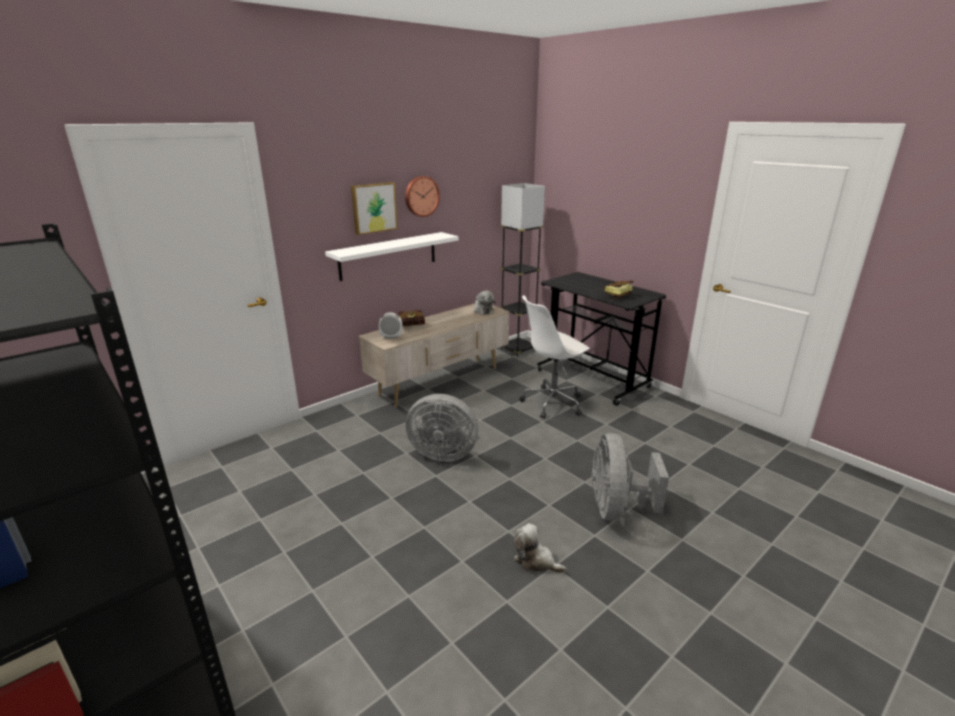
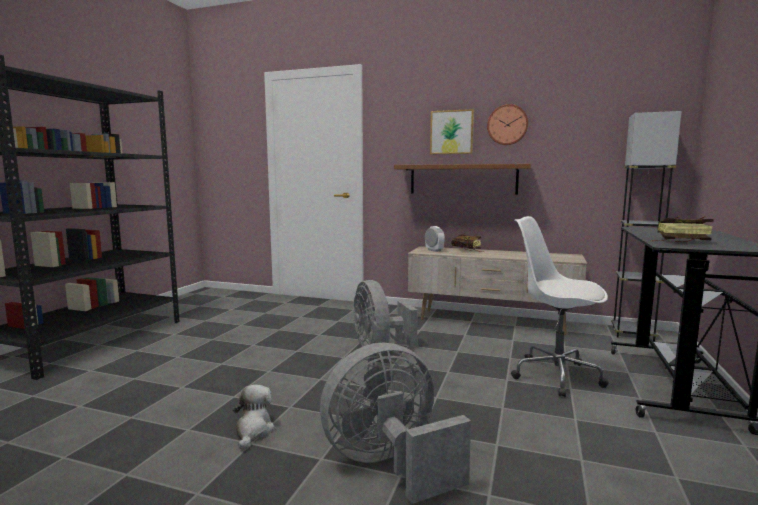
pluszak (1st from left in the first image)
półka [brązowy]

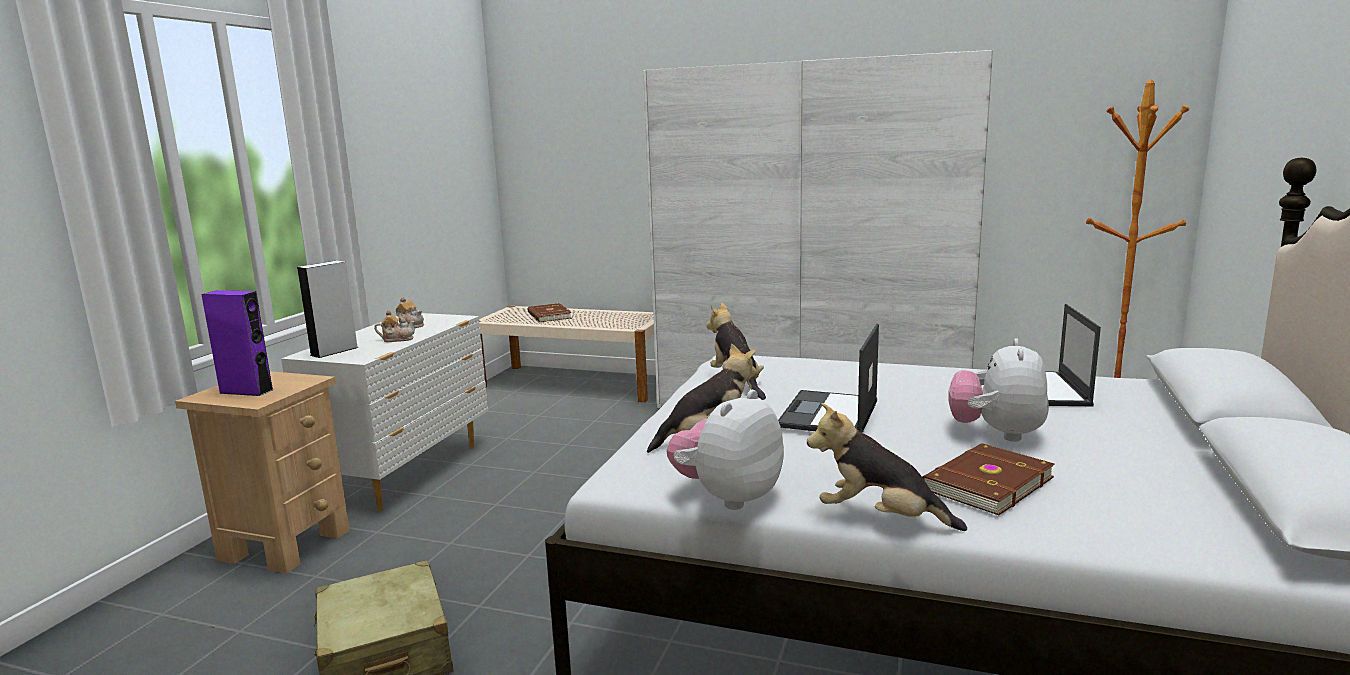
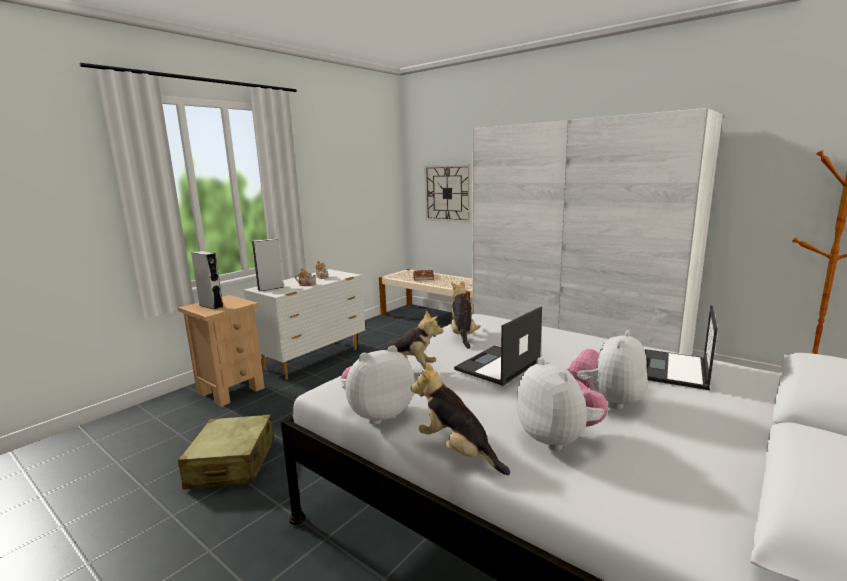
zegar ścienny
pluszak (5th from left)
głośnik [szary] (1st from left)

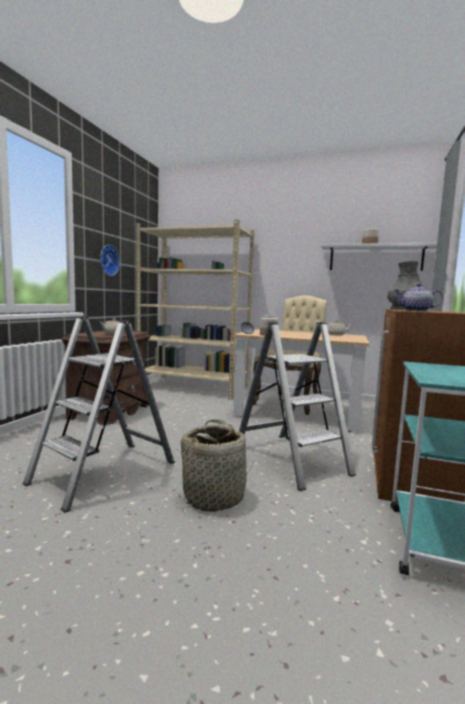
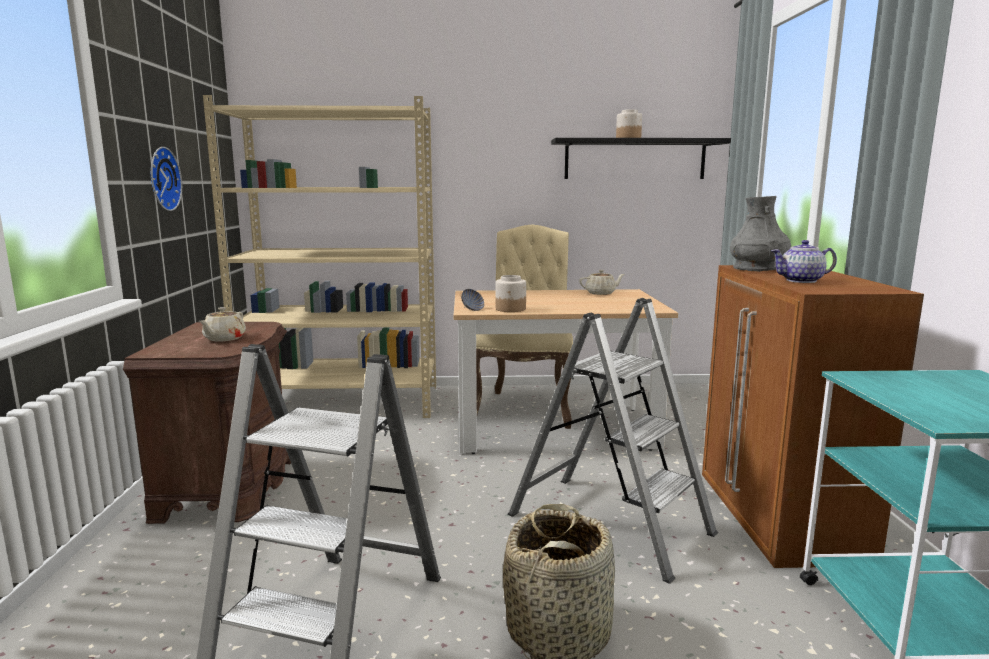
półka [czarny]

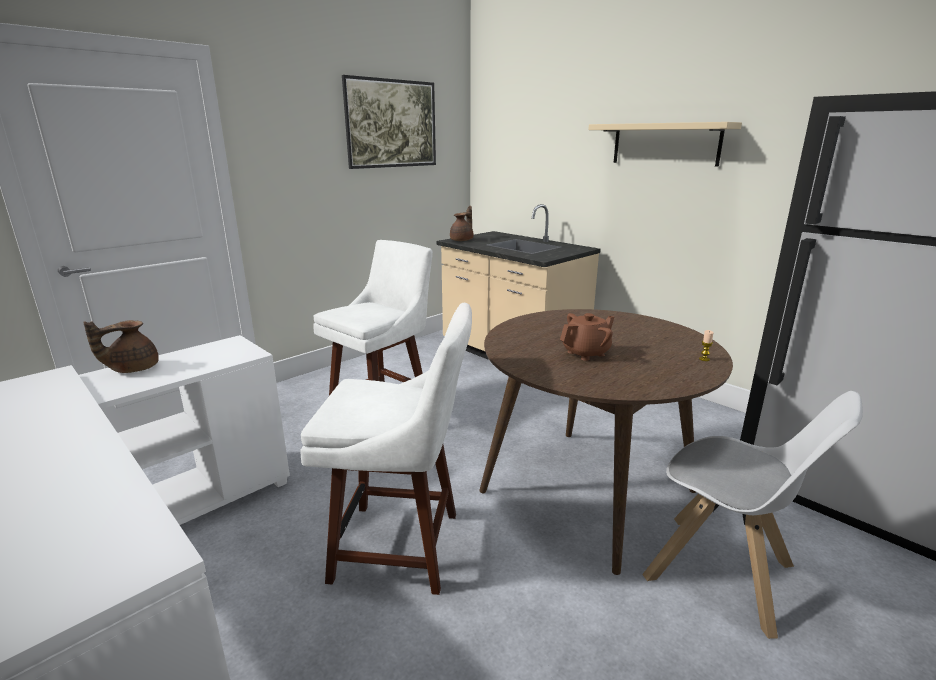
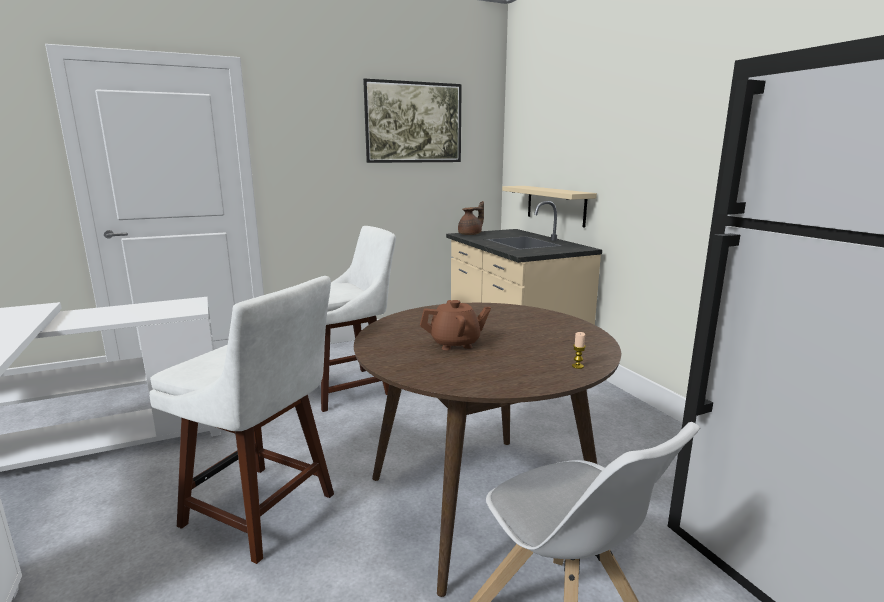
imbryk [brązowy] (1st from left in the first image)
półka [beżowy]

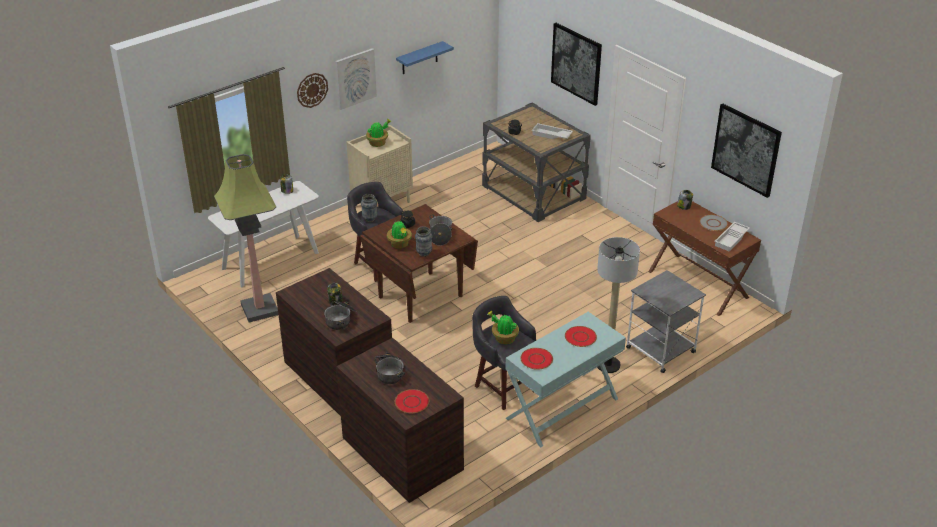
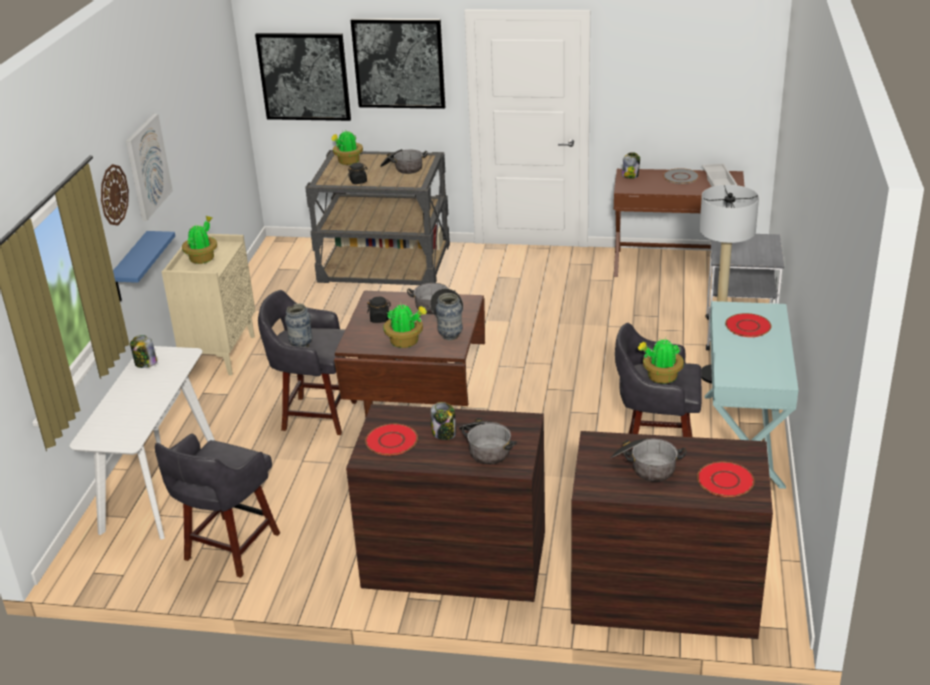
roślina doniczkowa (2nd from left)
półka [niebieski]
talerz [czerwony] (1st from left)
obraz (2nd from left)
stołek [szary] (1st from left)
garnek (1st from left)

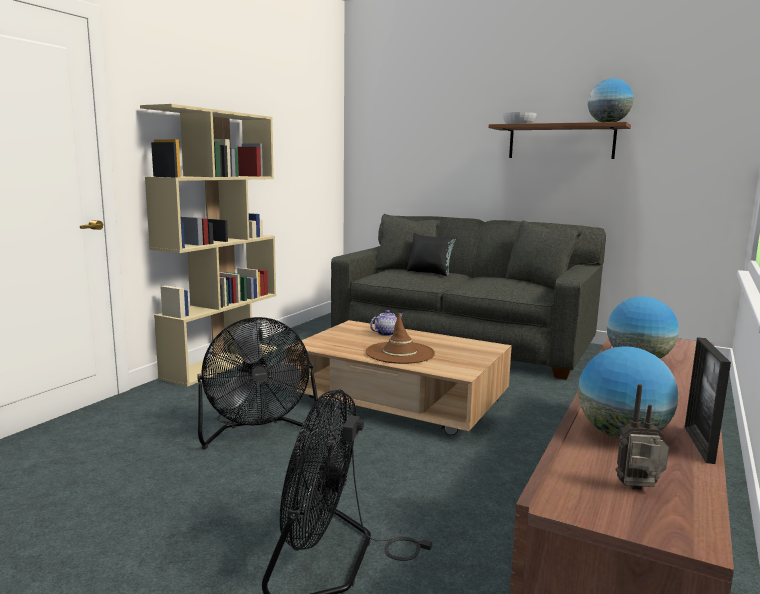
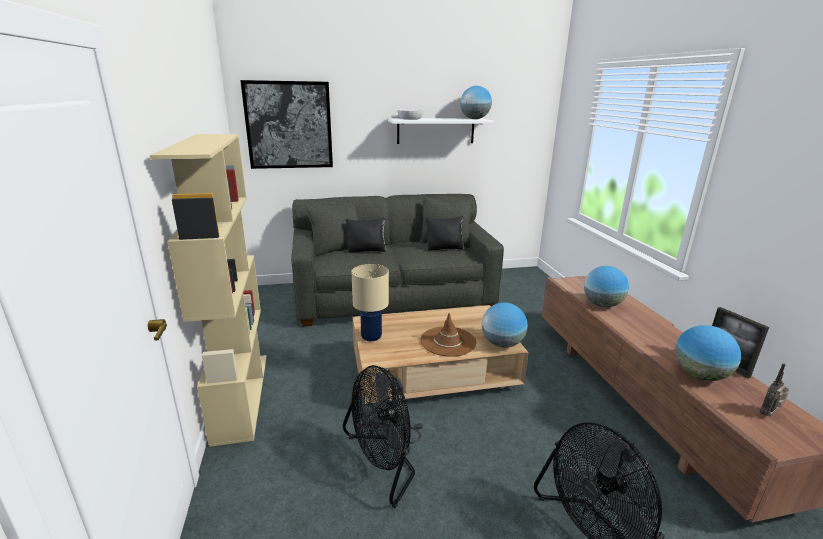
imbryk
obraz
lampa stołowa [beżowy]
poduszka [czarny] (2nd from left)
globus (2nd from left)
półka [biały]
wentylator [czarny] (1st from left)

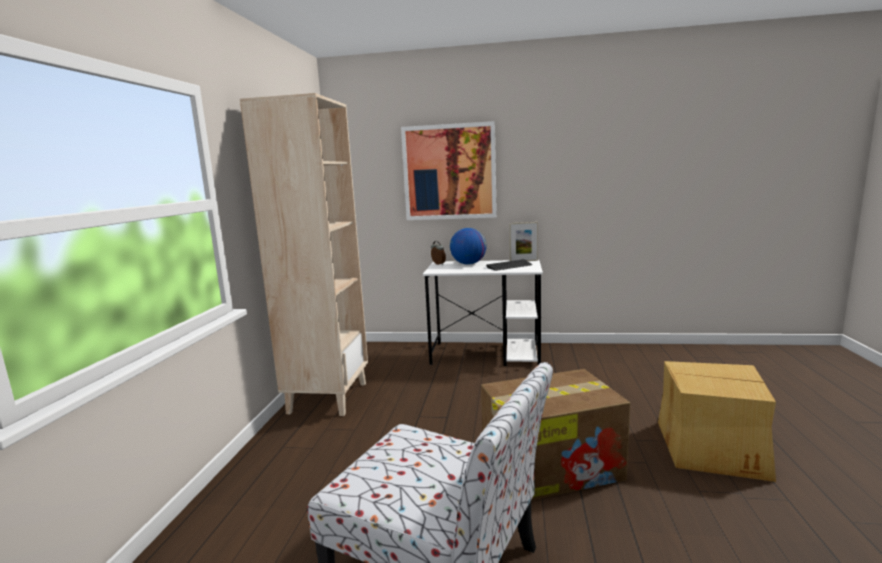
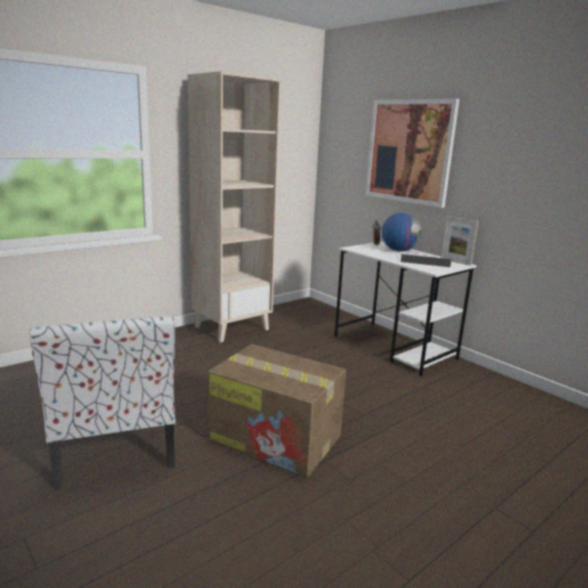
karton (2nd from left in the first image)

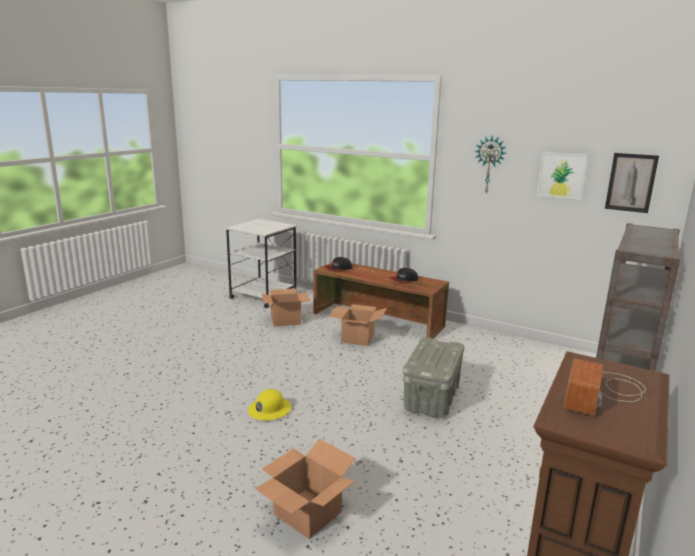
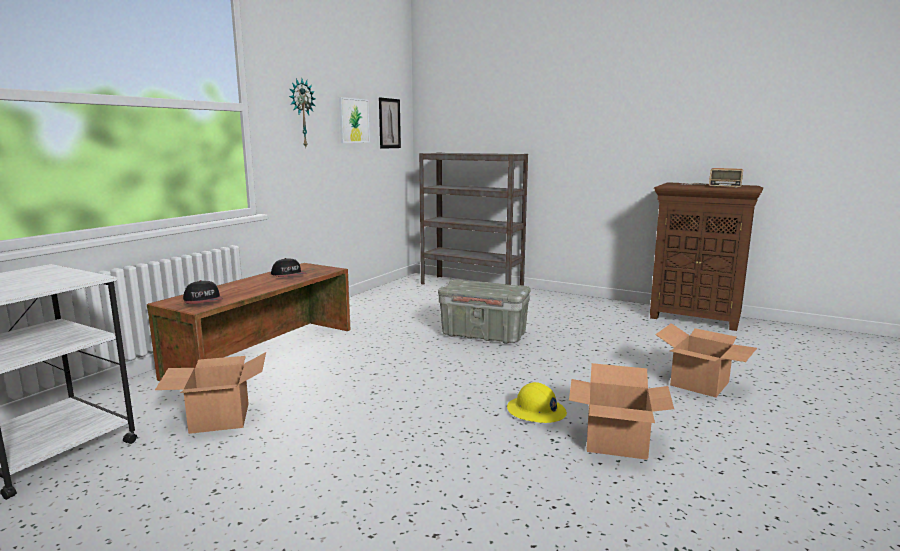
karton (2nd from left)

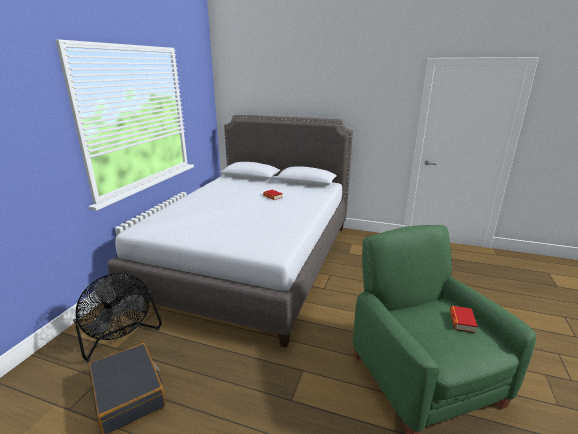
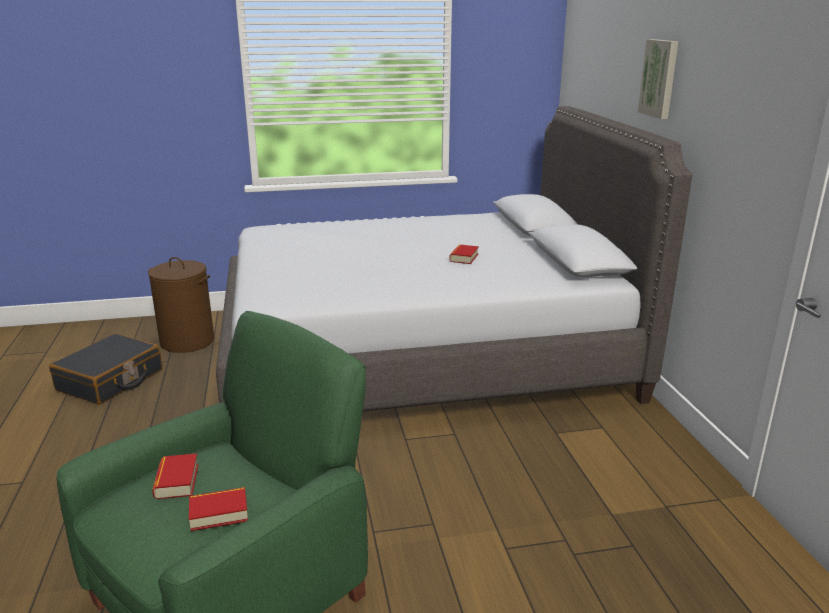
książka (1st from left)
obraz
kosz na pranie [brązowy]

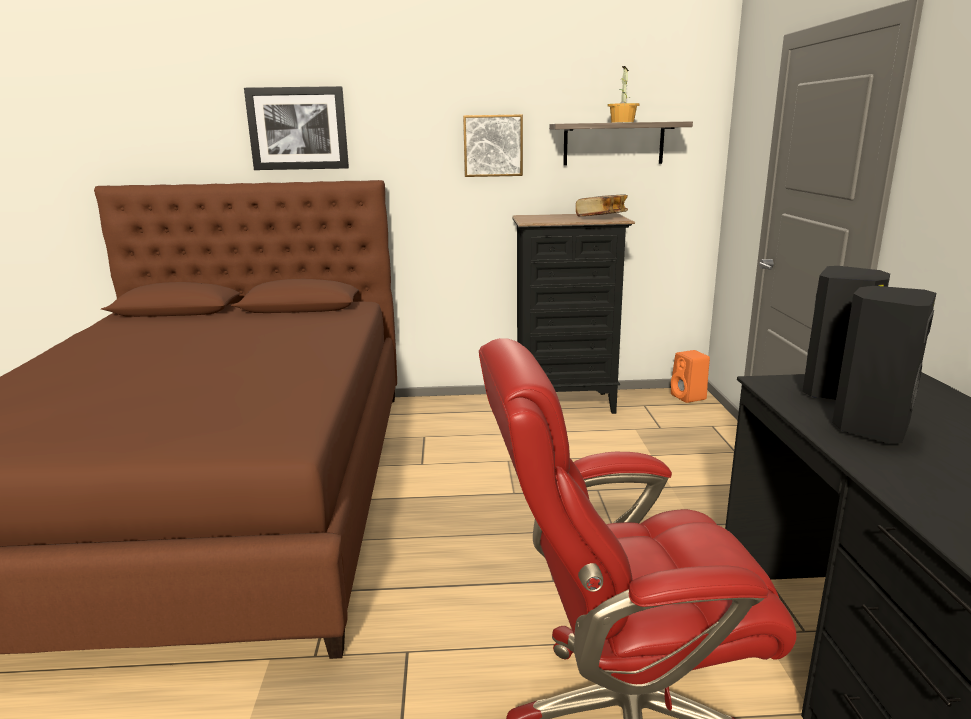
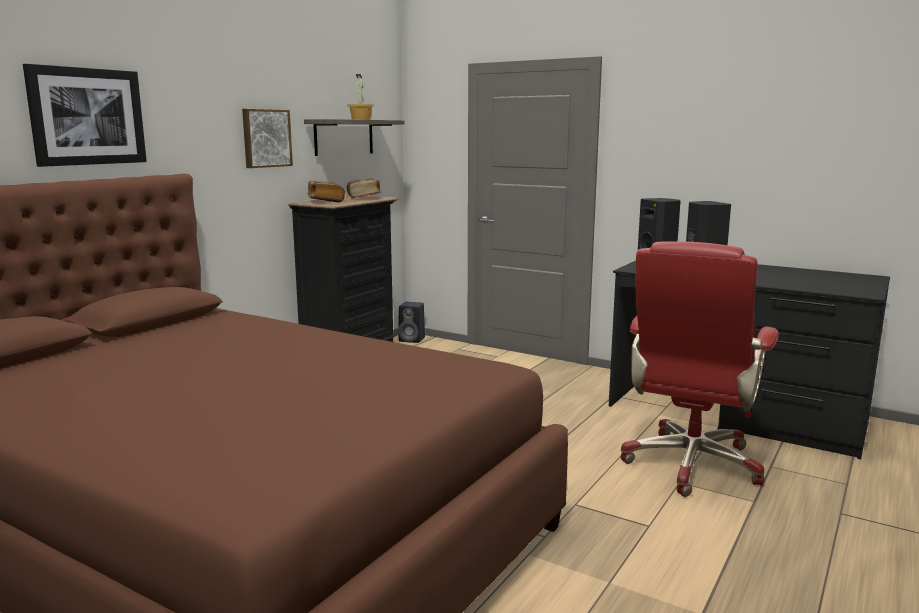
książka (1st from left)
głośnik [czarny] (1st from left)

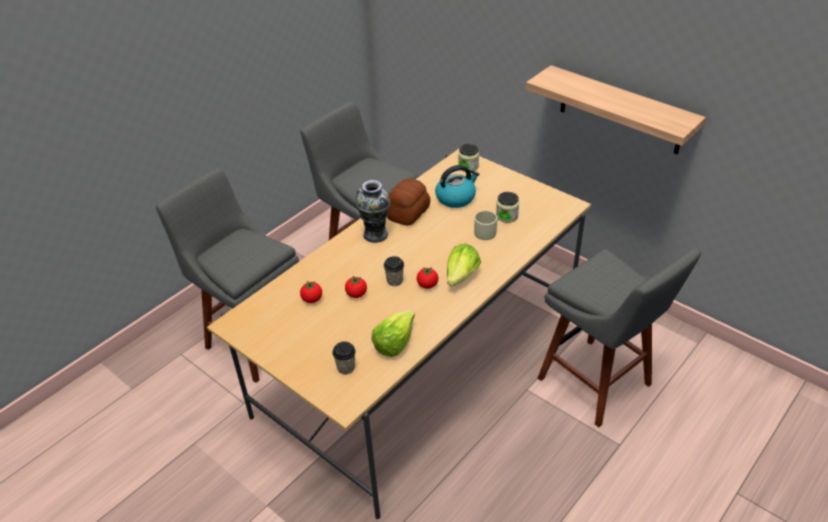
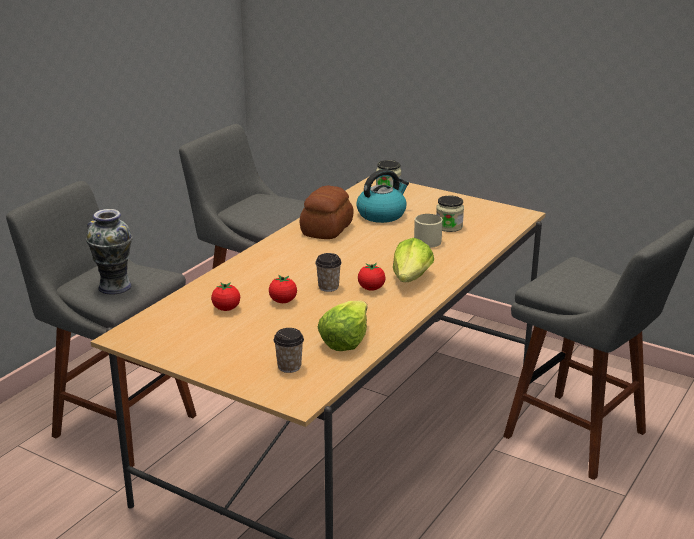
półka
wazon

